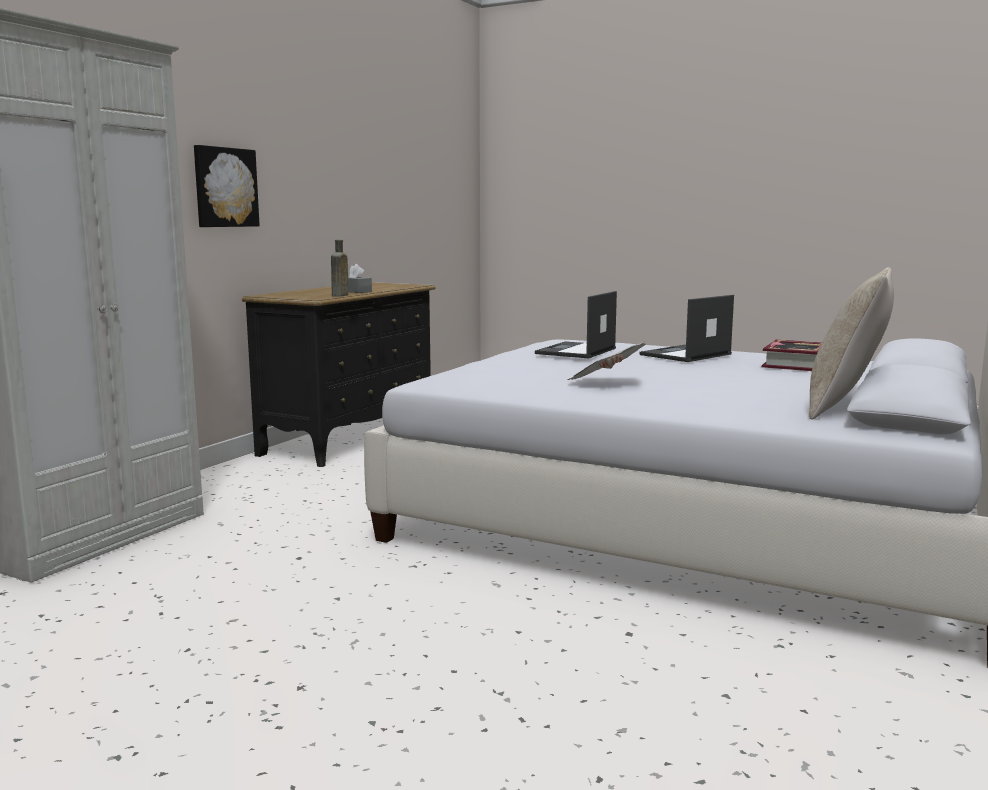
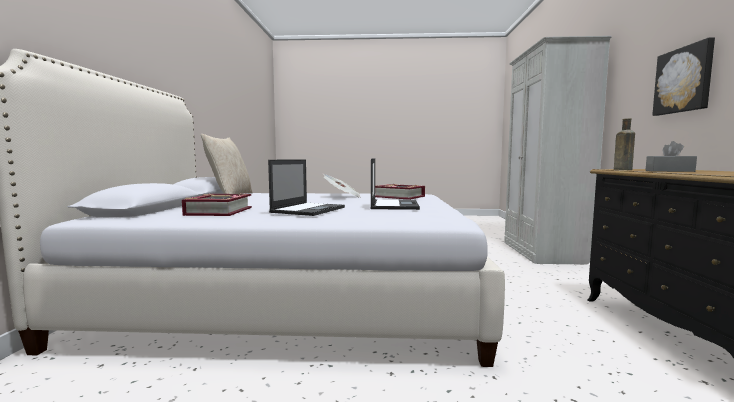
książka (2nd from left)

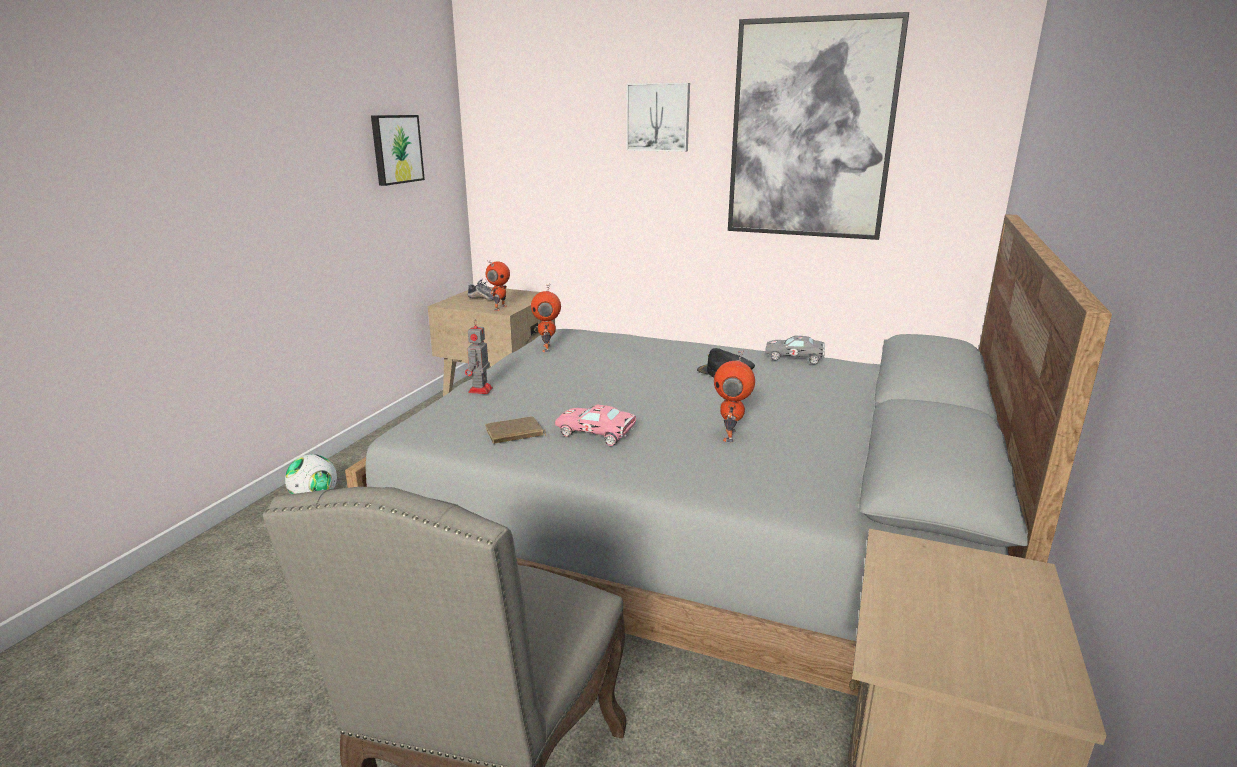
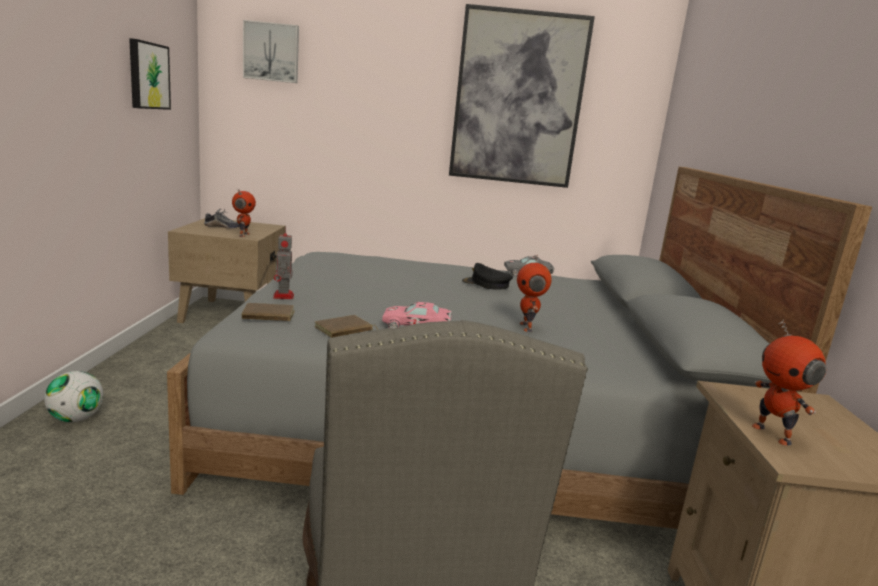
książka [brązowy] (1st from left)
robot zabawkowy (4th from left)
obraz (2nd from left)

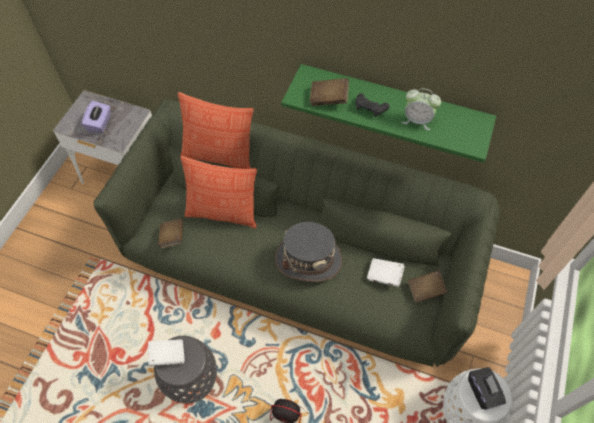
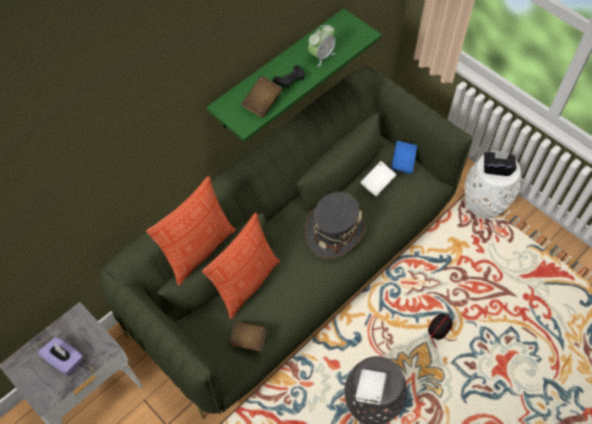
książka [niebieski]

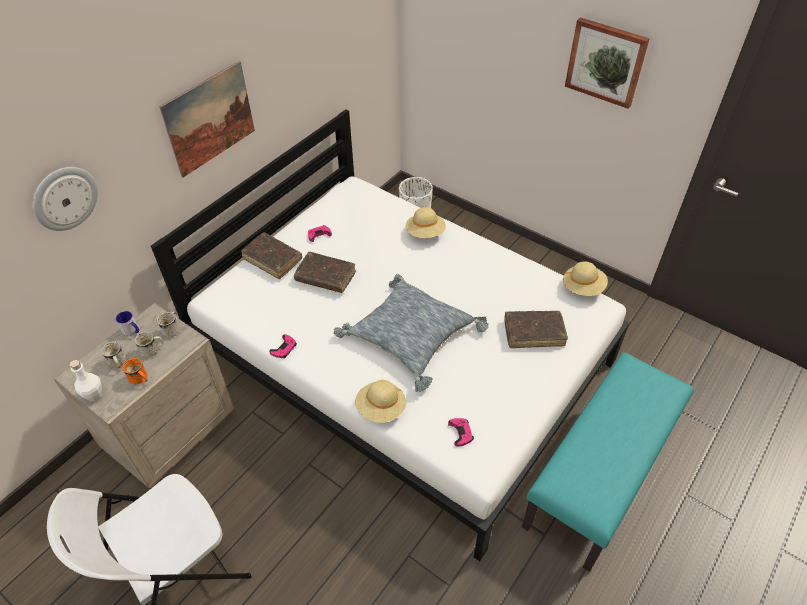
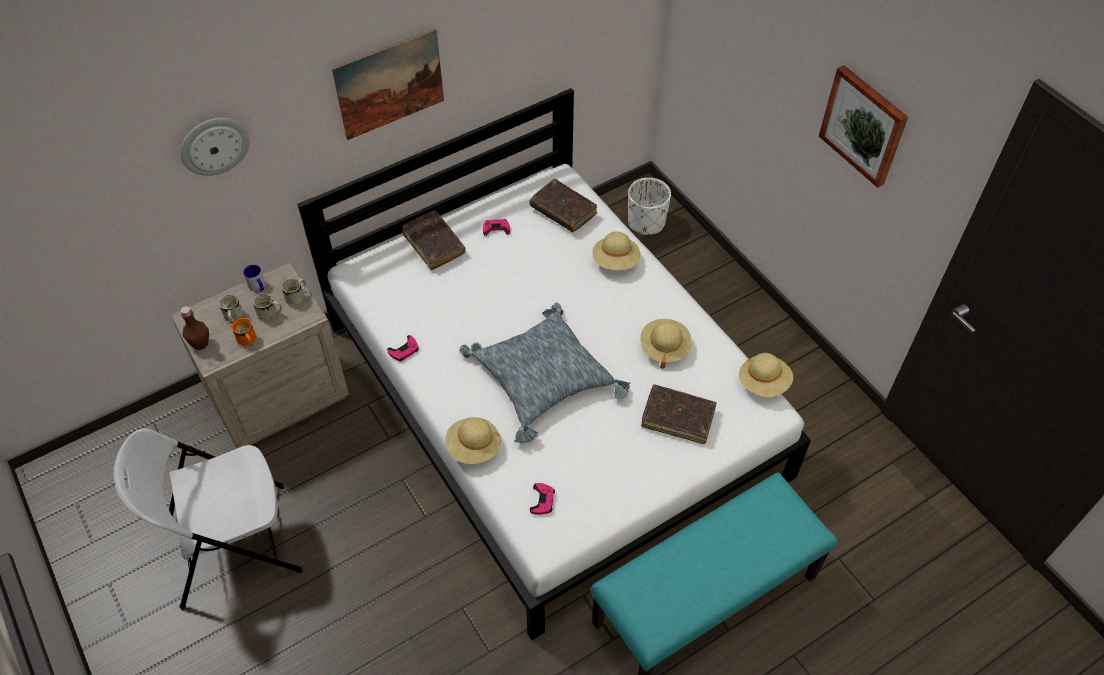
kapelusz [beżowy] (3rd from left)
książka [brązowy] (2nd from left)
butelka [brązowy]

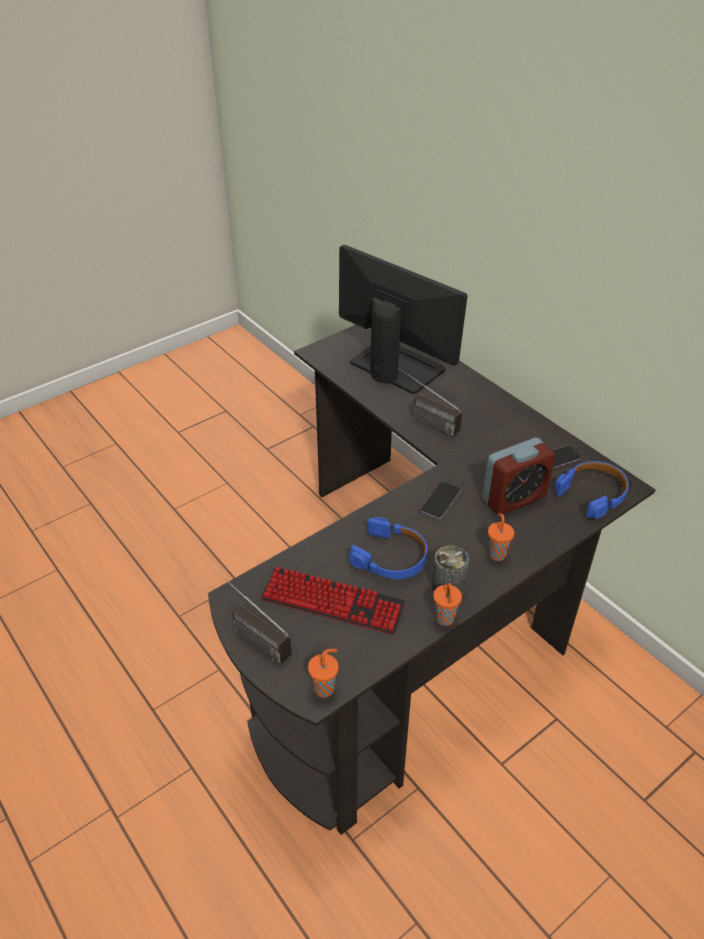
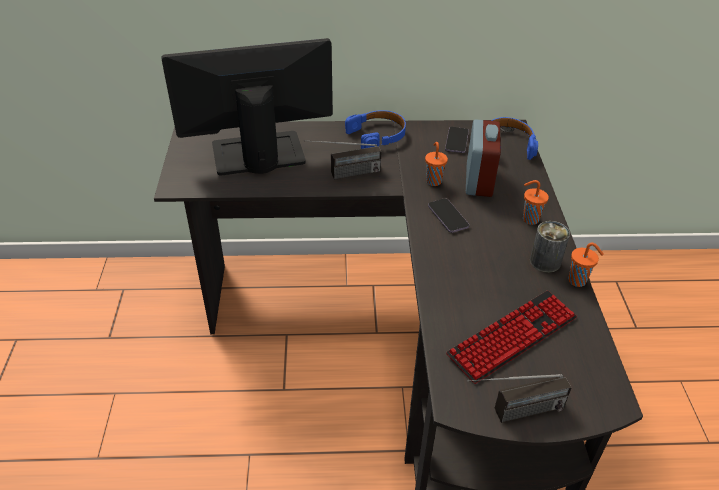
filiżanka [pomarańczowy] (1st from left)
słuchawki [niebieski] (1st from left)

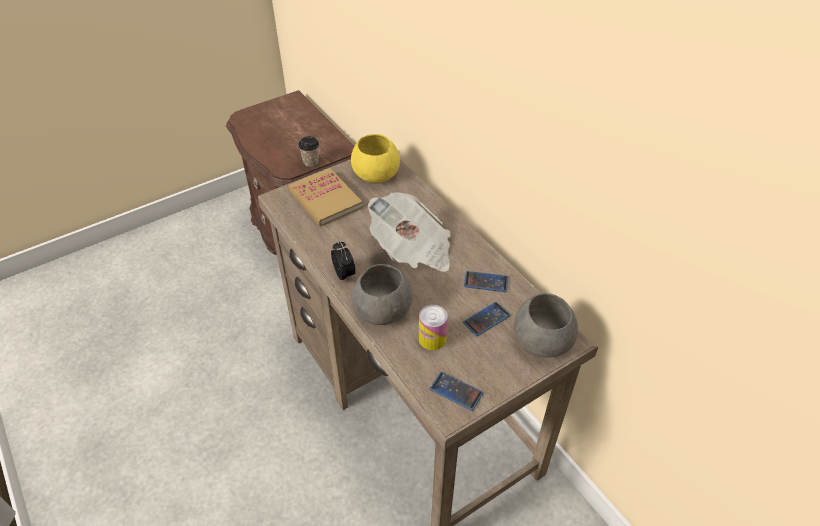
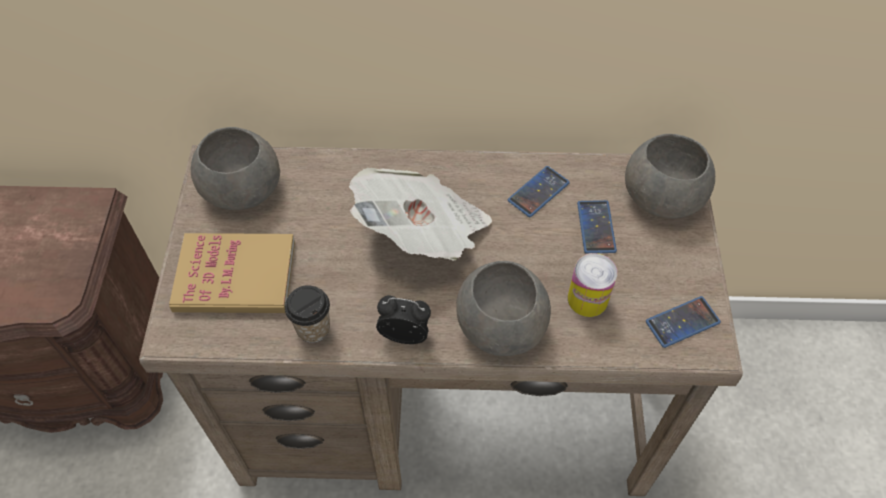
filiżanka
miska [szary] (1st from left)

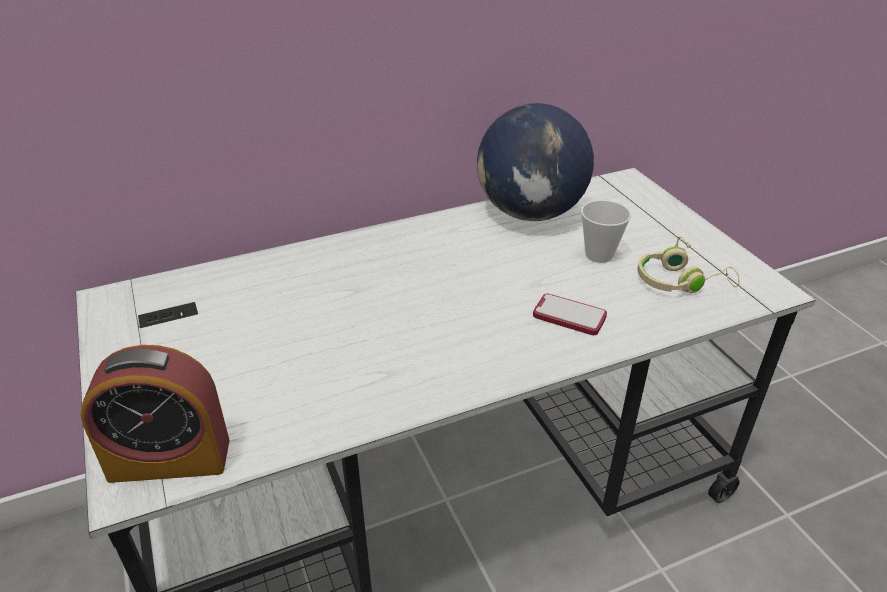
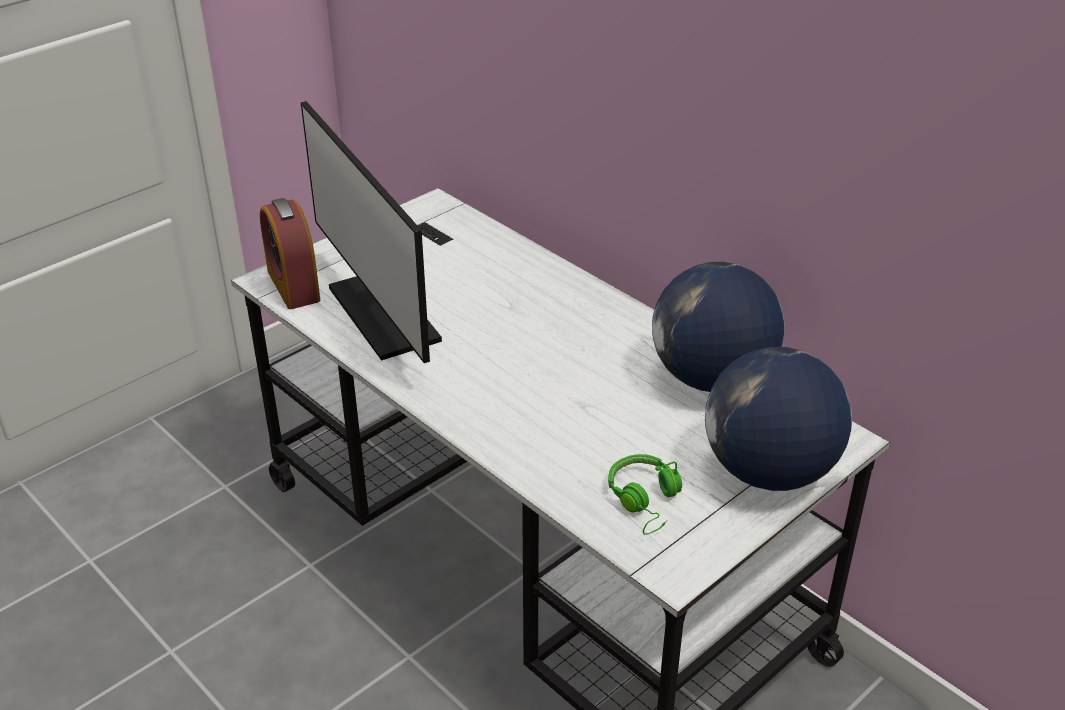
telefon
filiżanka
monitor
globus (2nd from left)
słuchawki [zielony]

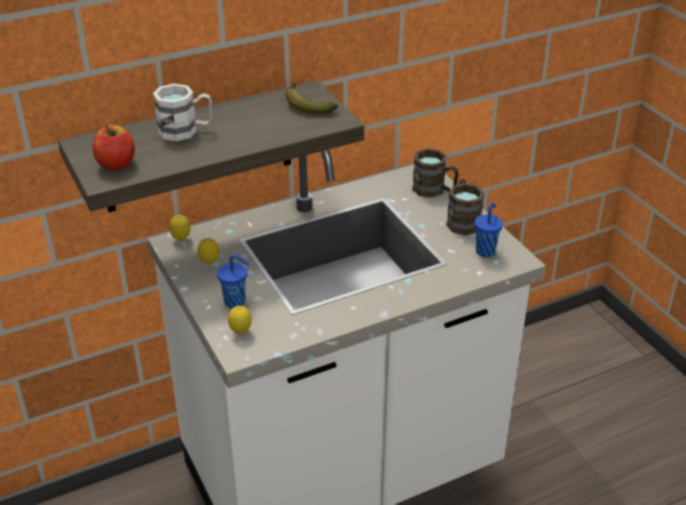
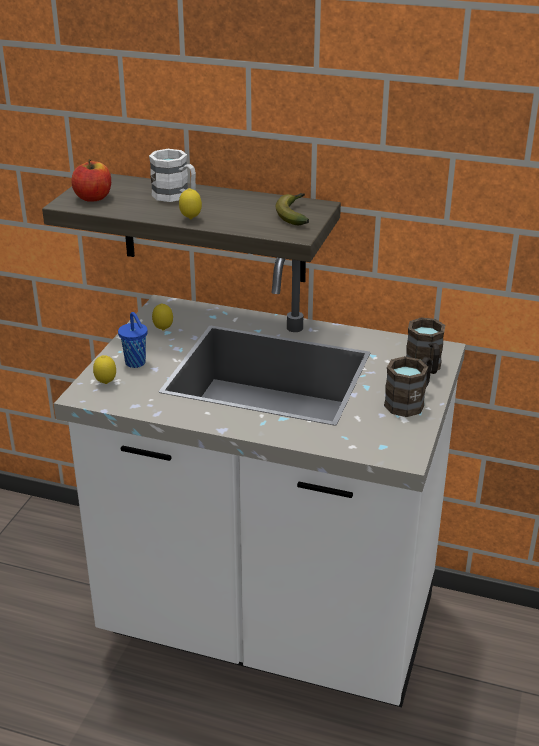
filiżanka [niebieski] (2nd from left in the first image)
cytryna (3rd from left)

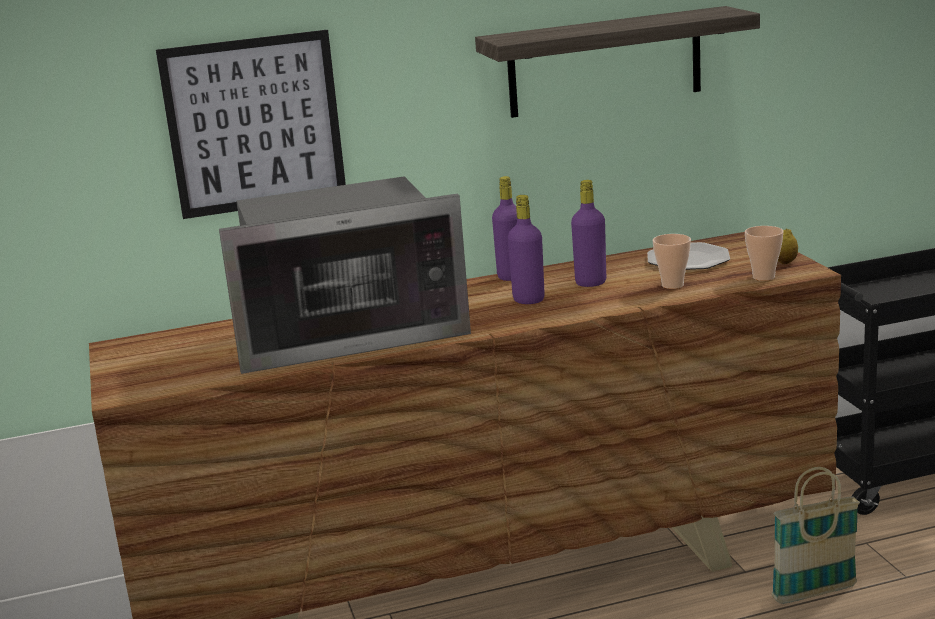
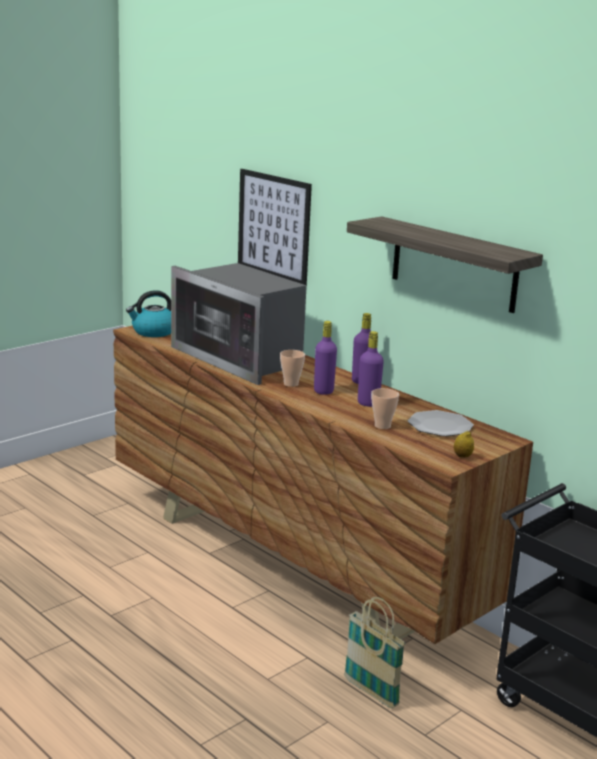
czajnik
filiżanka (1st from left)

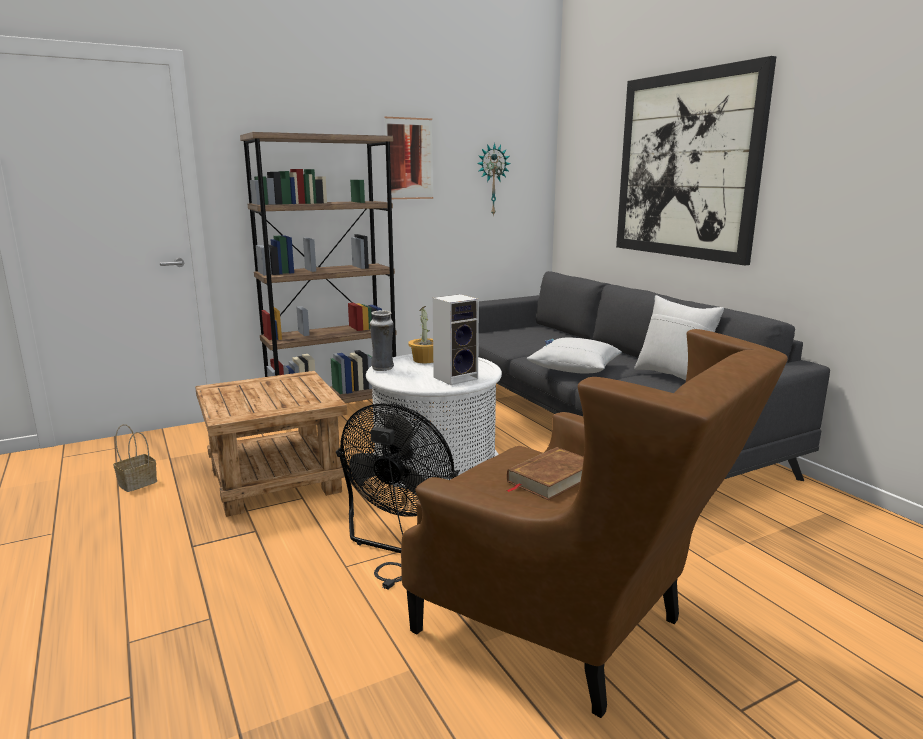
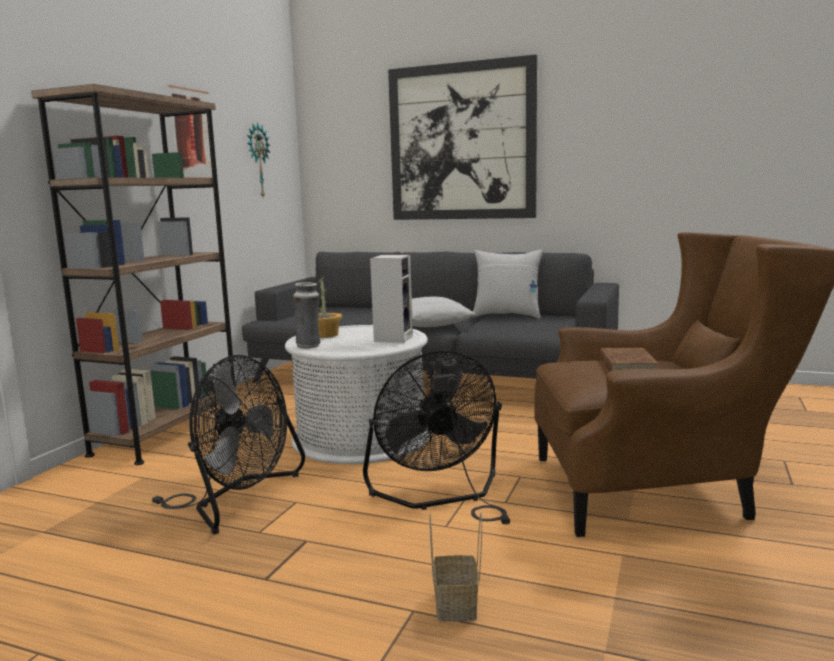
koszyk
wentylator [czarny] (1st from left)

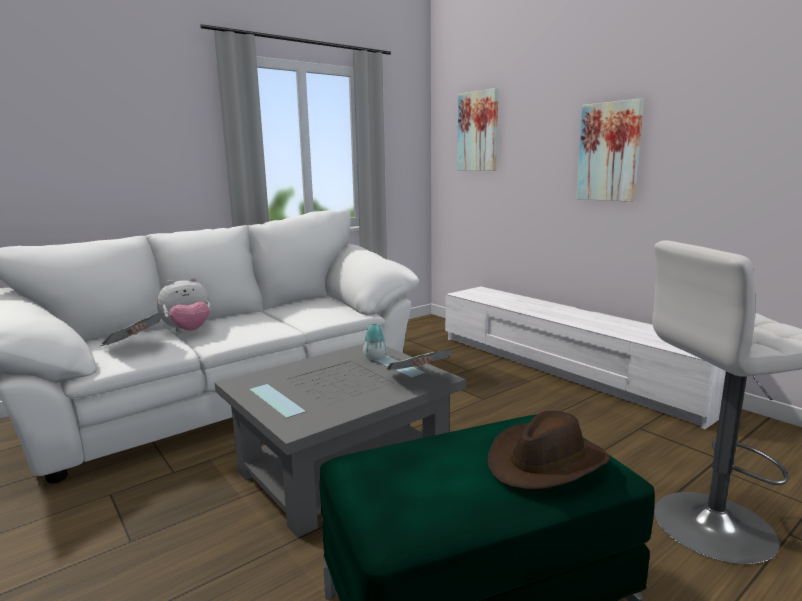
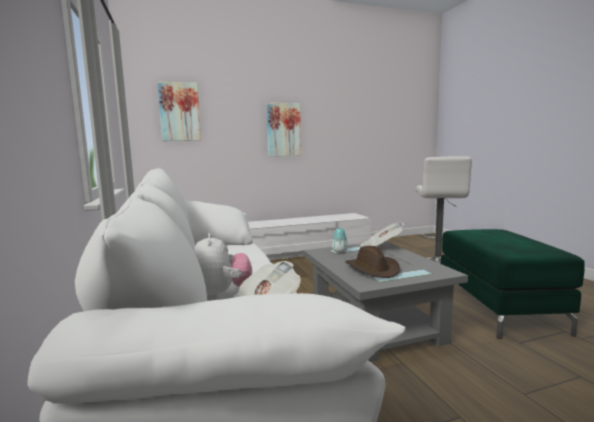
kapelusz [brązowy]

